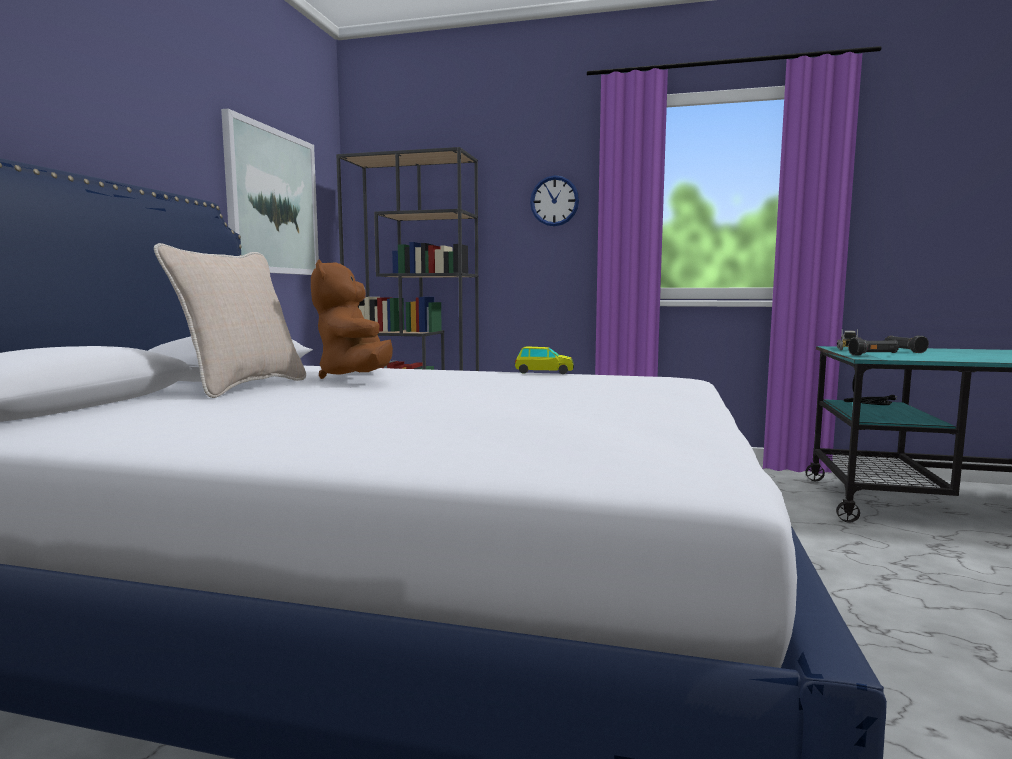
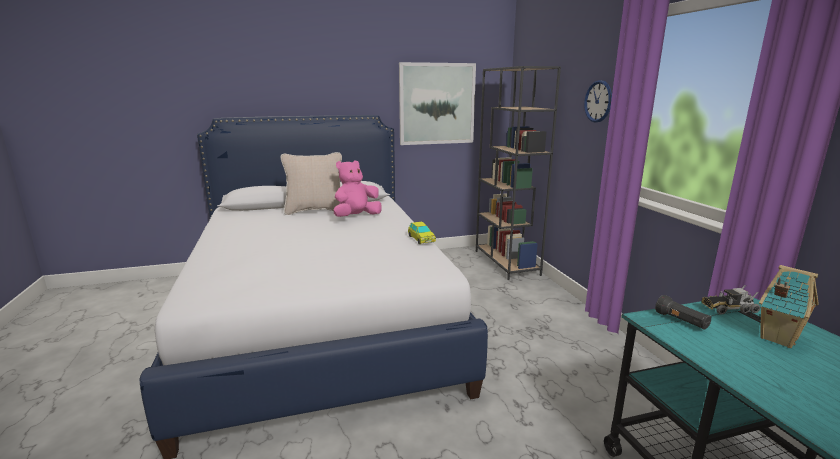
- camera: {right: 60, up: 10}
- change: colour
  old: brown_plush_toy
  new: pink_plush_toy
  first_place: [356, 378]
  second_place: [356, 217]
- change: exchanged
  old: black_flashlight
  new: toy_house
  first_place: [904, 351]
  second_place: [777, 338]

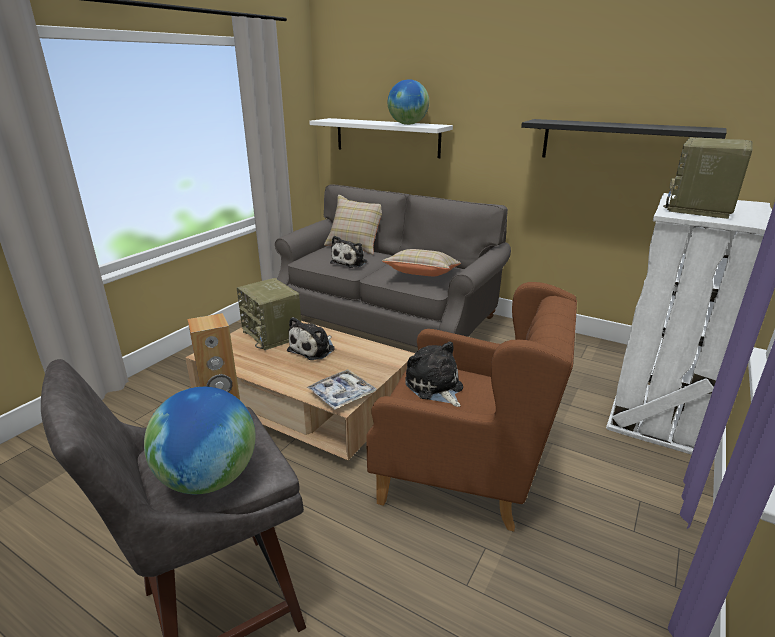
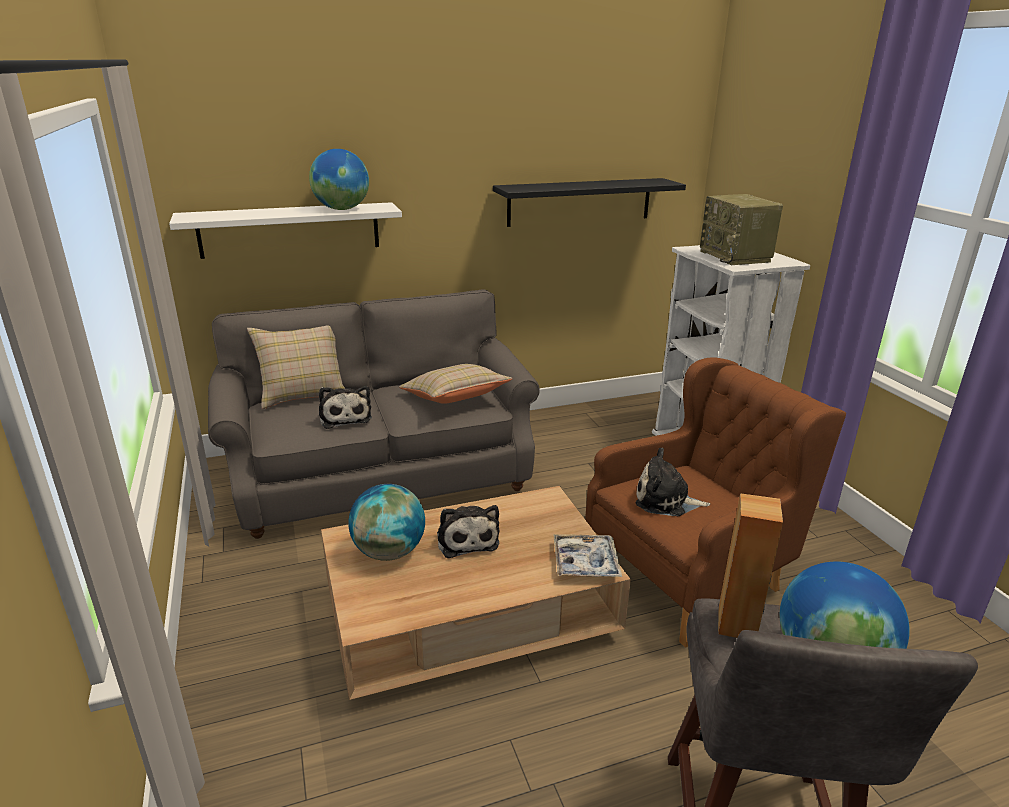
- camera: {right: -50, up: 0}
- change: exchanged
  old: radio
  new: globe
  first_place: [273, 335]
  second_place: [389, 552]

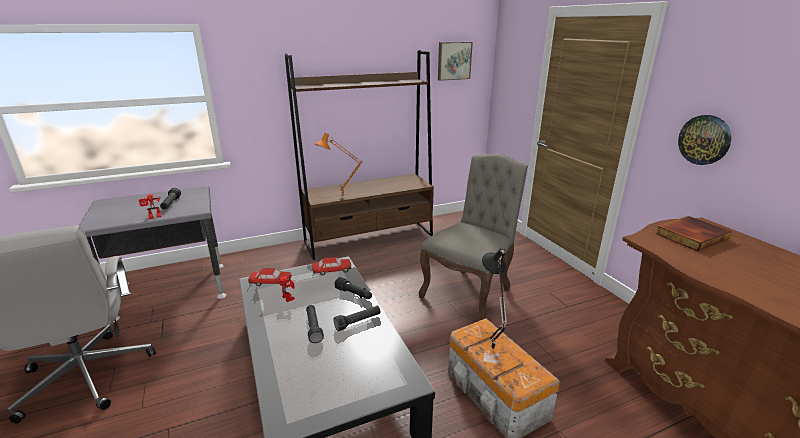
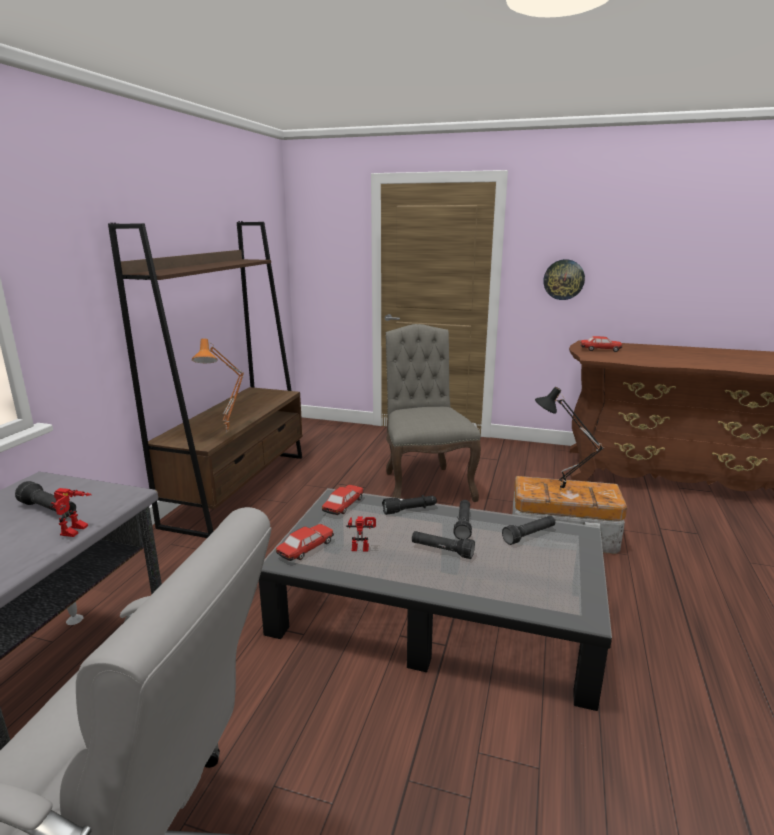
- camera: {right: -50, up: -5}
- change: missing
  old: picture
  first_place: [453, 60]
- change: exchanged
  old: book
  new: toy_car
  first_place: [690, 235]
  second_place: [600, 350]
- change: appeared
  new: black_flashlight
  second_place: [529, 535]

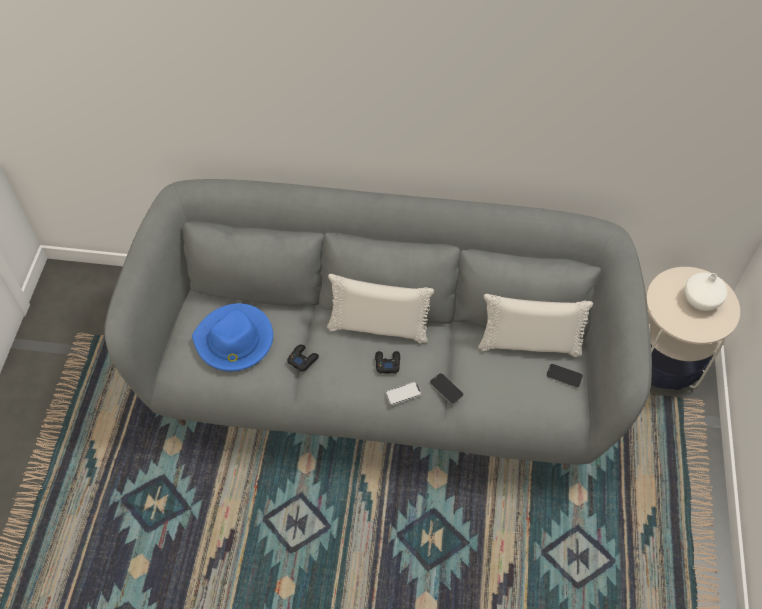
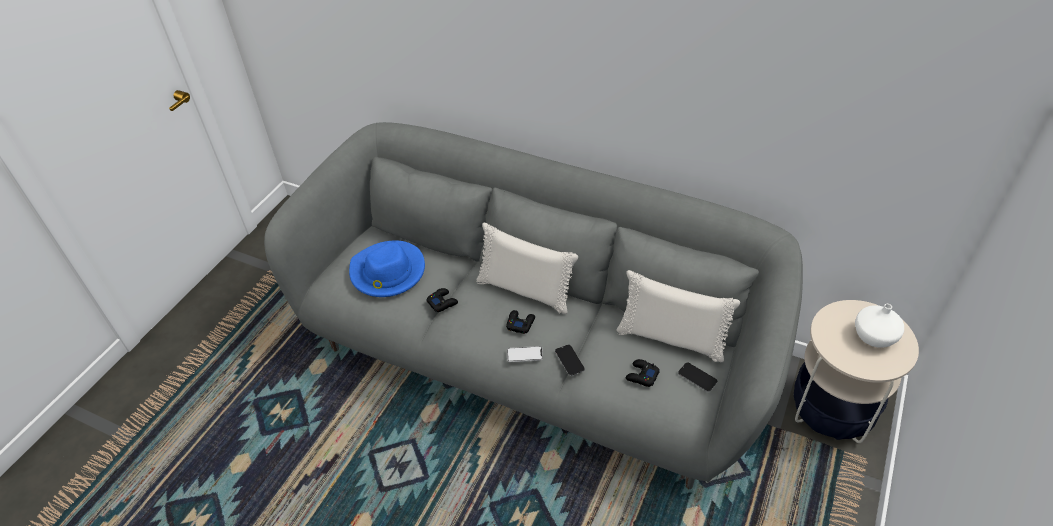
- camera: {right: 20, up: -10}
- change: appeared
  new: black_game_controller
  second_place: [641, 376]

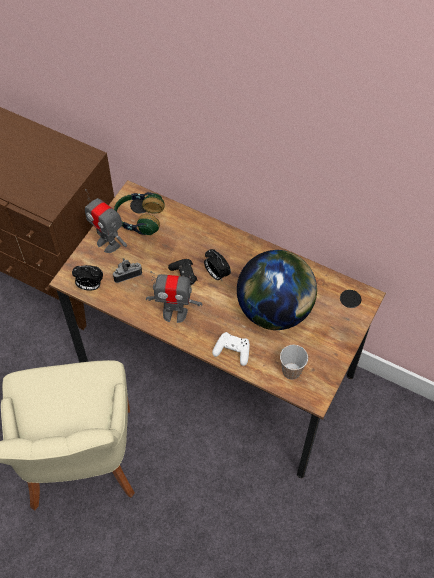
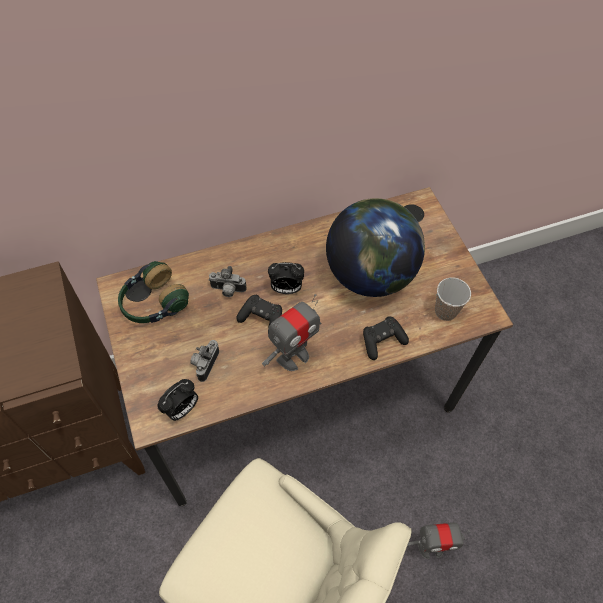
- camera: {right: -50, up: 0}
- change: relocated
  old: toy_robot
  first_place: [108, 243]
  second_place: [431, 547]
- change: colour
  old: white_game_controller
  new: black_game_controller
  first_place: [232, 351]
  second_place: [382, 341]
- change: appeared
  new: photo_camera
  second_place: [227, 290]

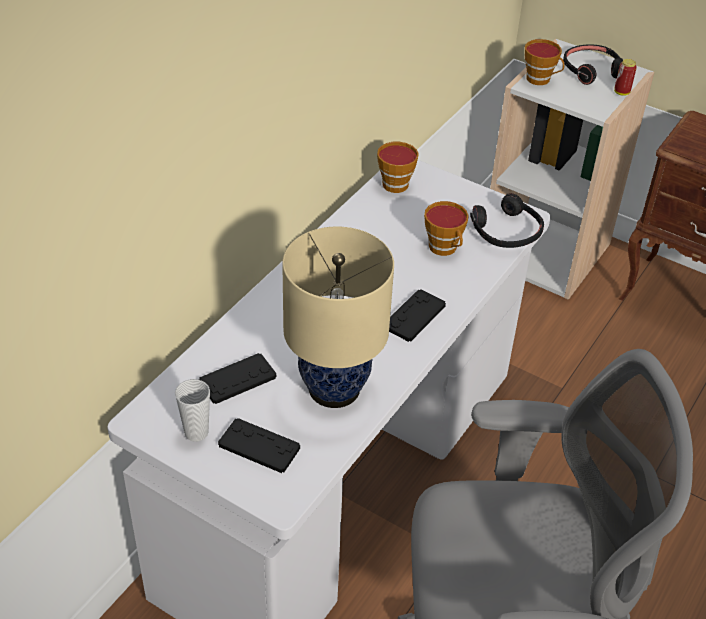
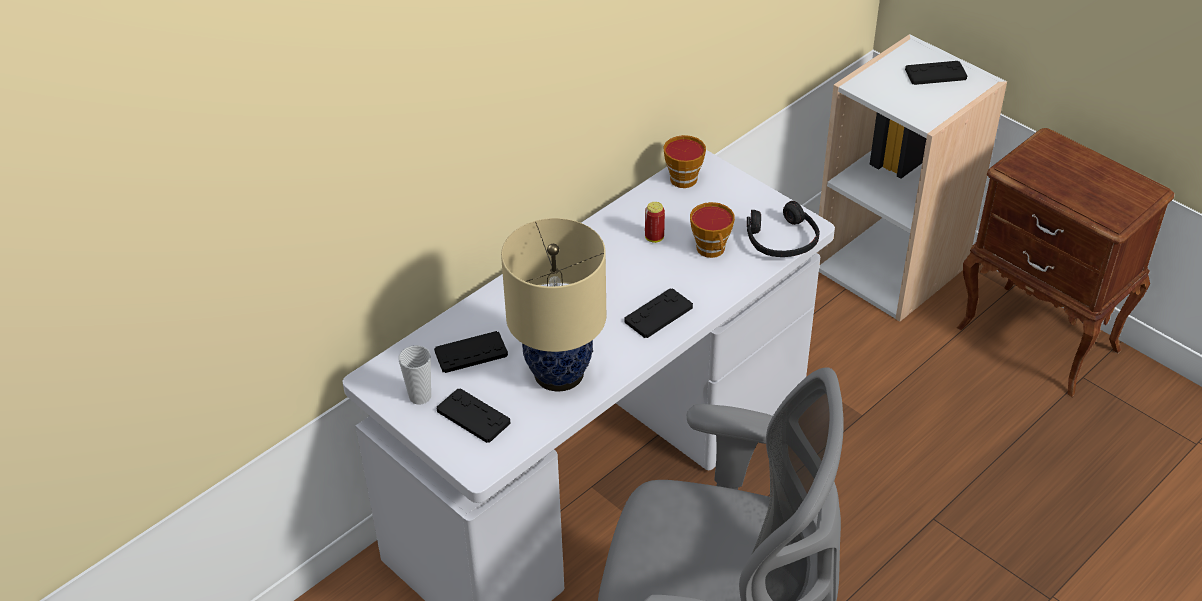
- camera: {right: 15, up: 0}
- change: missing
  old: cup
  first_place: [541, 80]
- change: exchanged
  old: black_headphones
  new: black_game_controller
  first_place: [591, 70]
  second_place: [935, 74]
- change: relocated
  old: can
  first_place: [621, 92]
  second_place: [654, 238]

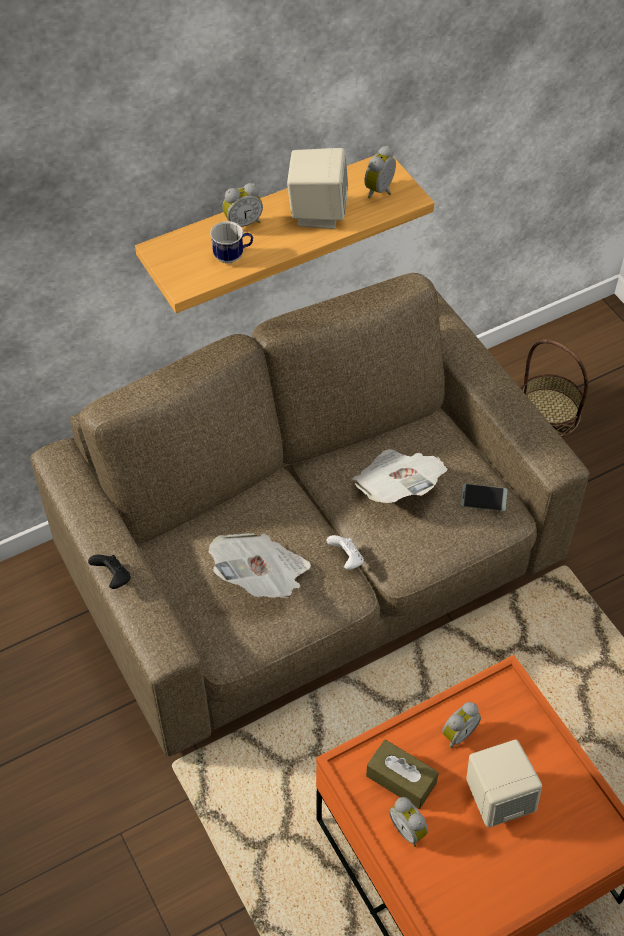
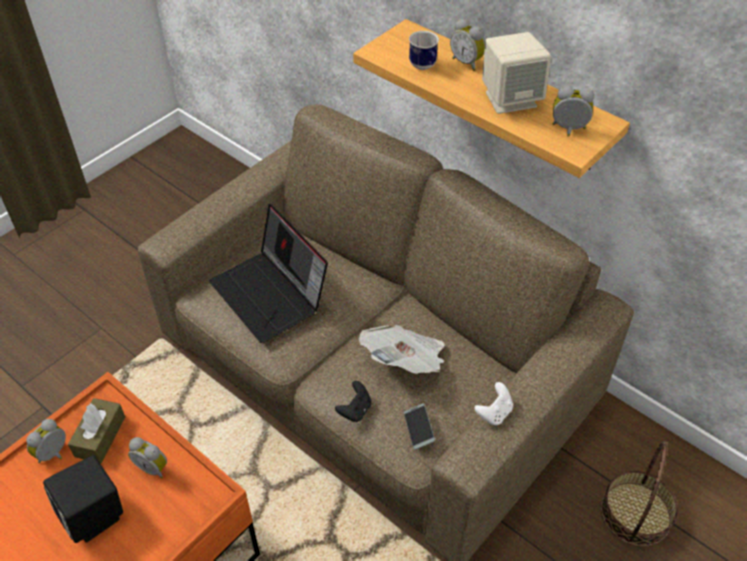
- camera: {right: 70, up: -5}
- change: relocated
  old: black_game_controller
  first_place: [113, 578]
  second_place: [355, 410]
- change: exchanged
  old: newspaper
  new: laptop
  first_place: [262, 578]
  second_place: [271, 295]
- change: relocated
  old: white_game_controller
  first_place: [346, 559]
  second_place: [494, 413]
- change: colour
  old: beige_speaker
  new: black_speaker
  first_place: [498, 798]
  second_place: [94, 515]

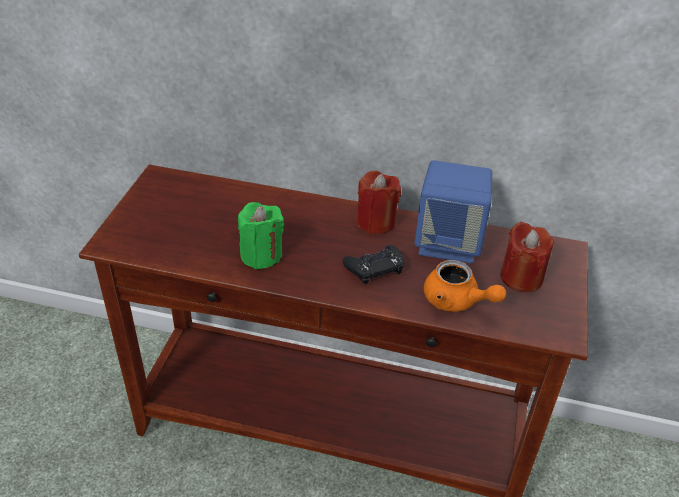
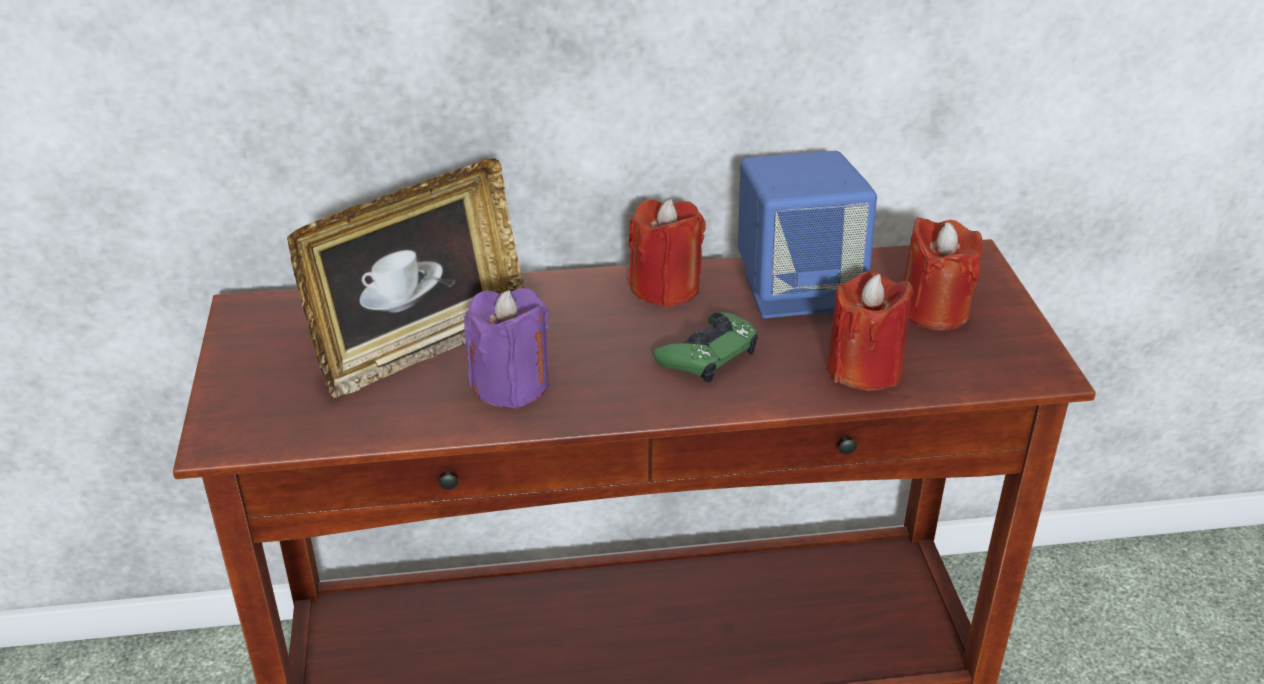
- camera: {right: -20, up: -5}
- change: colour
  old: green_candle
  new: purple_candle
  first_place: [261, 255]
  second_place: [510, 385]
- change: colour
  old: black_game_controller
  new: green_game_controller
  first_place: [374, 267]
  second_place: [707, 354]
- change: exchanged
  old: orange_teapot
  new: red_candle
  first_place: [456, 301]
  second_place: [864, 369]
- change: appeared
  new: picture_frame
  second_place: [421, 347]

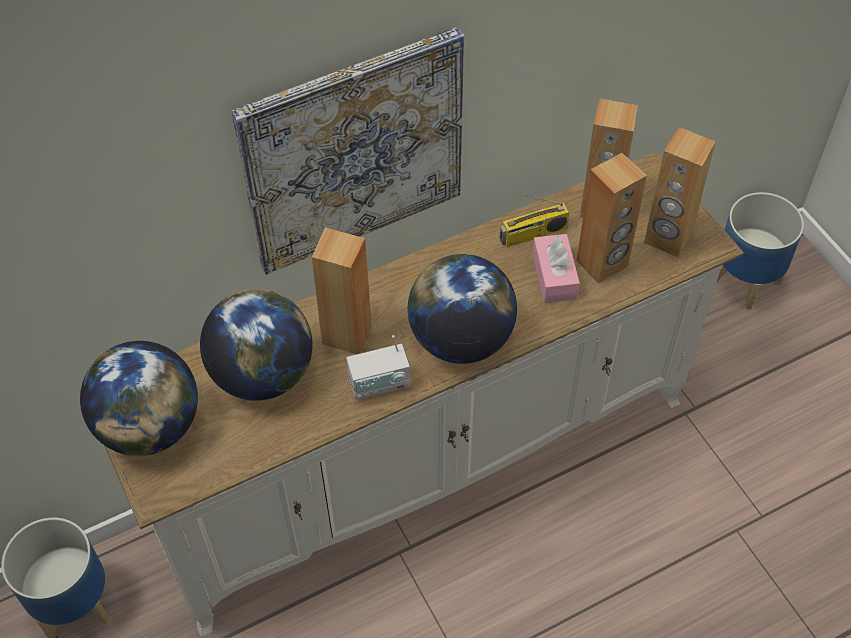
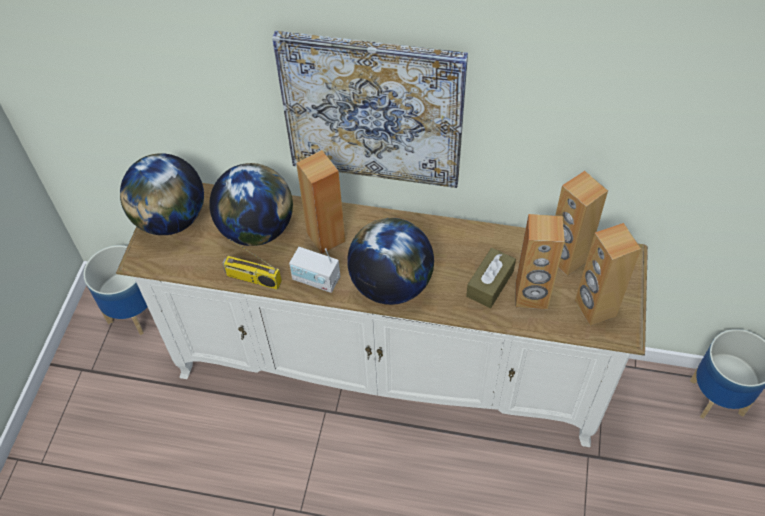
- camera: {right: 40, up: 0}
- change: relocated
  old: radio
  first_place: [533, 234]
  second_place: [252, 279]
- change: colour
  old: pink_tissue_box
  new: brown_tissue_box
  first_place: [554, 276]
  second_place: [490, 283]

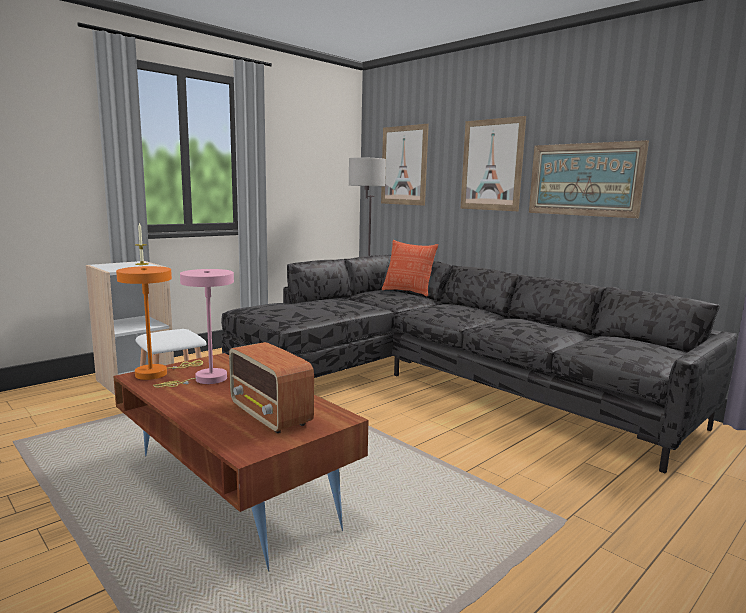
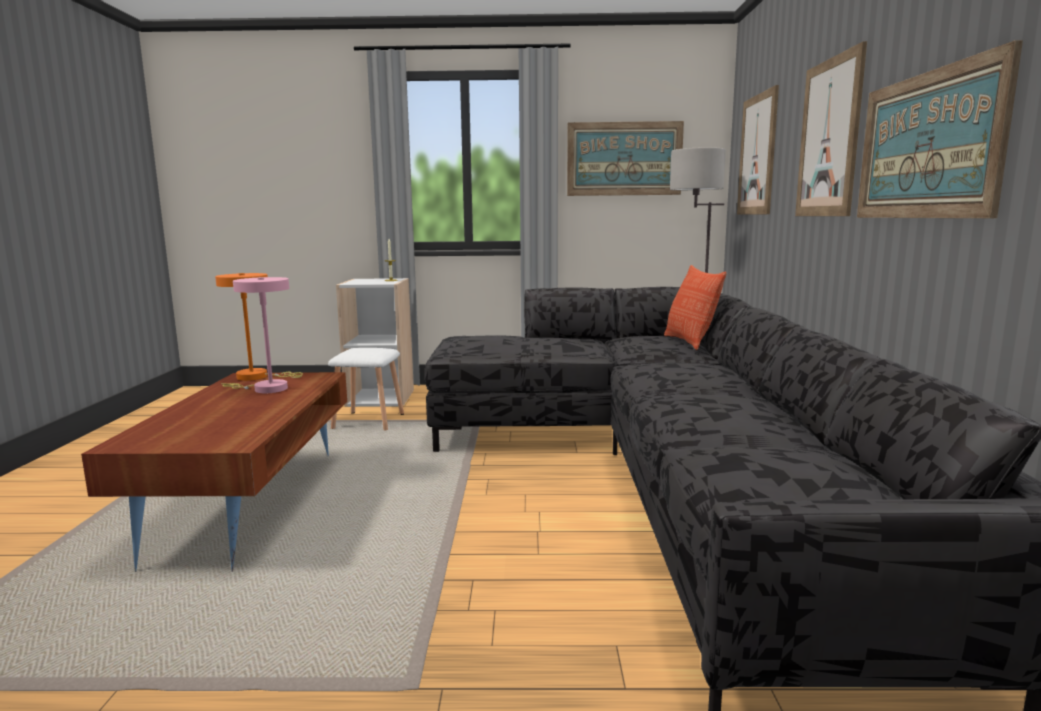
- camera: {right: 45, up: 0}
- change: missing
  old: radio
  first_place: [270, 415]
- change: appeared
  new: picture
  second_place: [624, 159]

